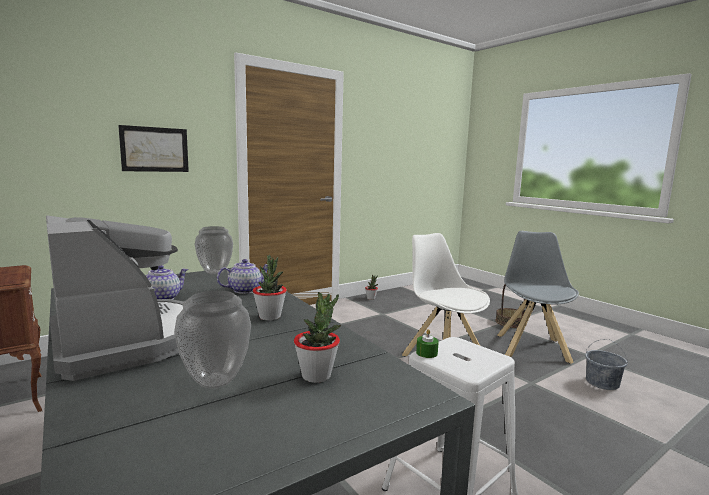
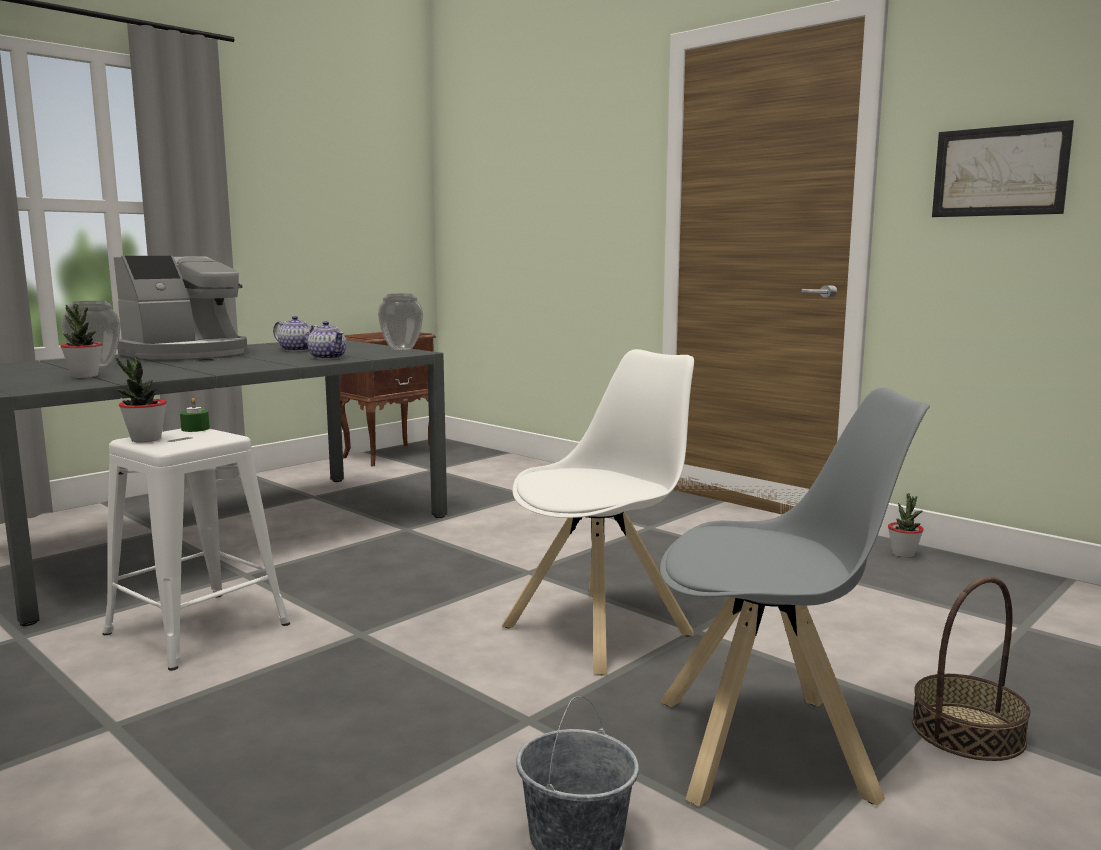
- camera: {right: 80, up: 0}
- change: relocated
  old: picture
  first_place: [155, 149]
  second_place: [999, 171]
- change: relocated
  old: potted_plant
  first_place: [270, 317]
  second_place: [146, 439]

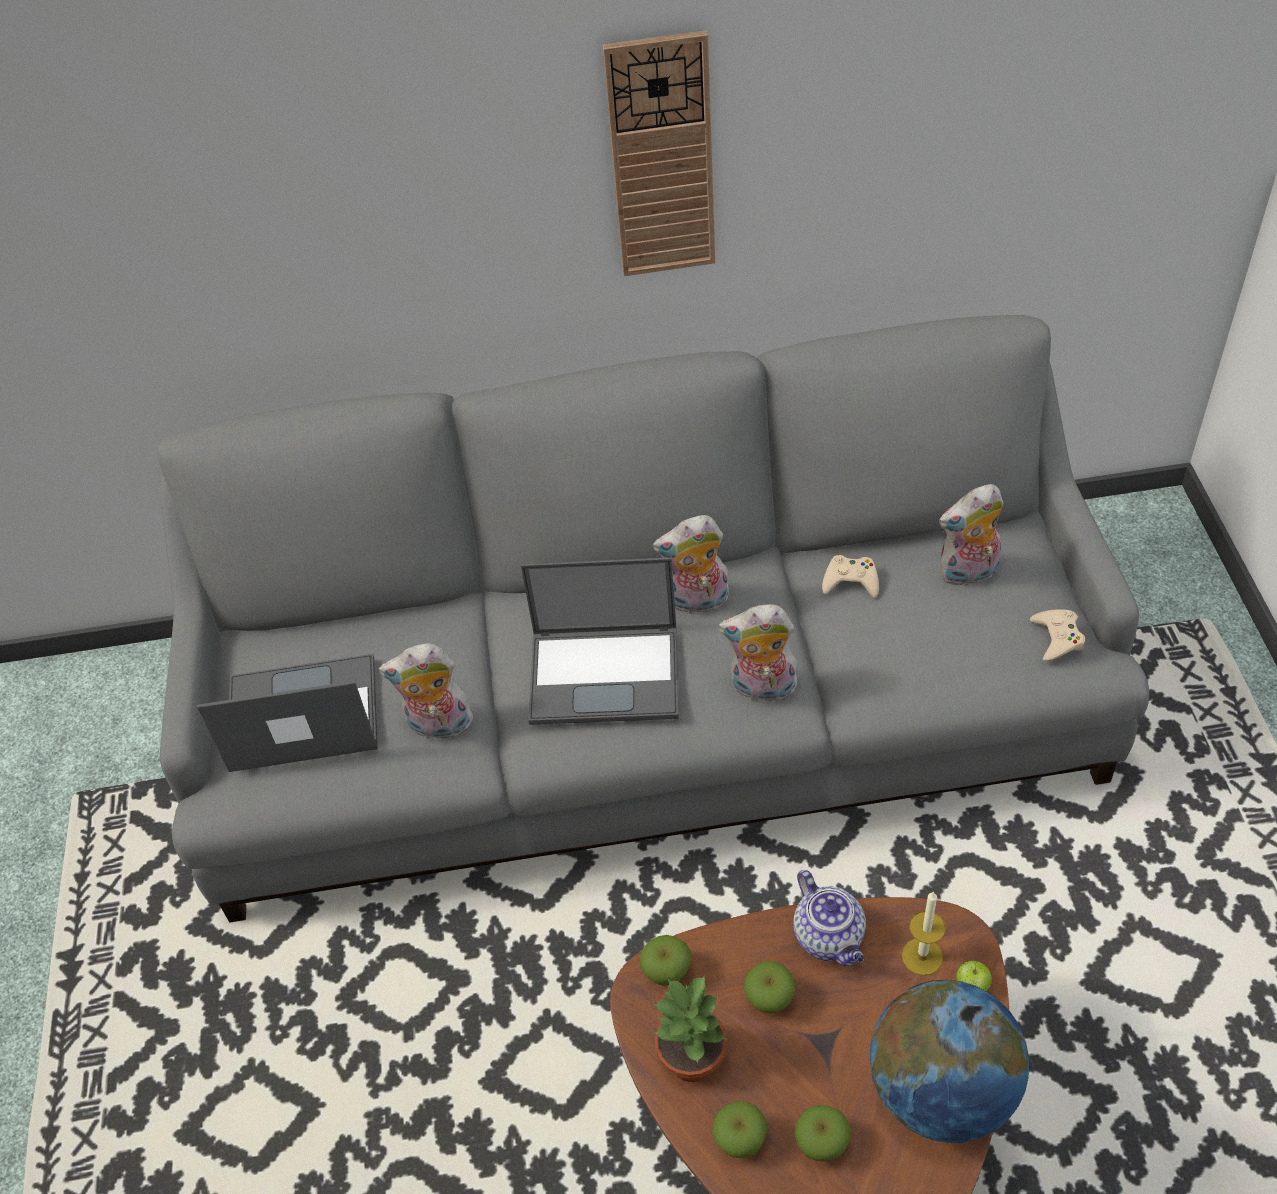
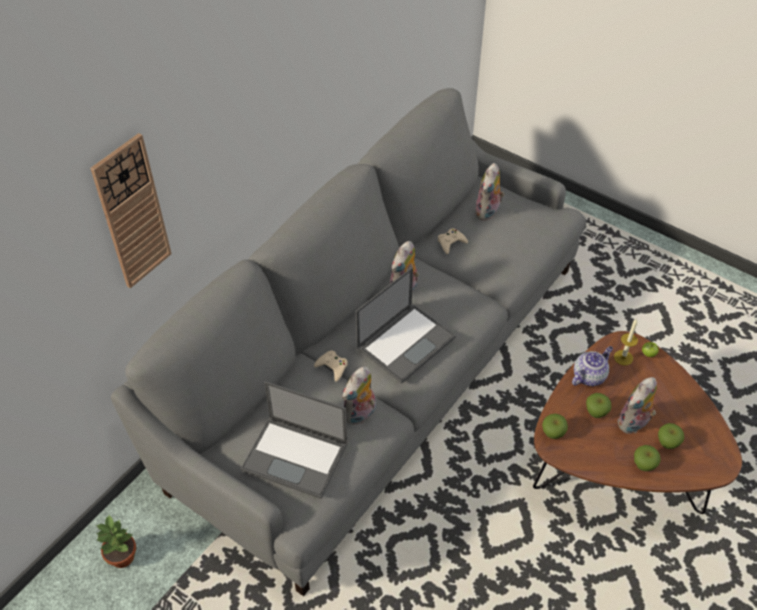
- camera: {right: -50, up: 0}
- change: spun
  old: laptop
  first_place: [301, 715]
  second_place: [296, 456]
  degrees: -105
- change: relocated
  old: wall_clock
  first_place: [661, 158]
  second_place: [132, 213]
- change: relocated
  old: potted_plant
  first_place: [692, 1056]
  second_place: [122, 556]
- change: relocated
  old: plush_toy
  first_place: [761, 689]
  second_place: [633, 424]
- change: spun
  old: teapot
  first_place: [830, 938]
  second_place: [589, 376]
  degrees: -60
- change: missing
  old: globe
  first_place: [942, 1091]
- change: relocated
  old: beige_game_controller
  first_place: [1057, 638]
  second_place: [332, 367]

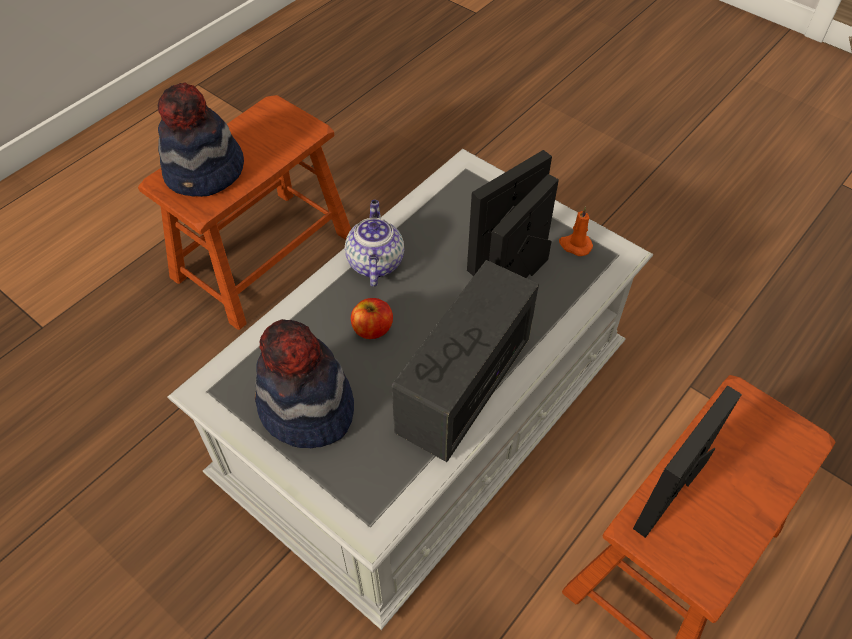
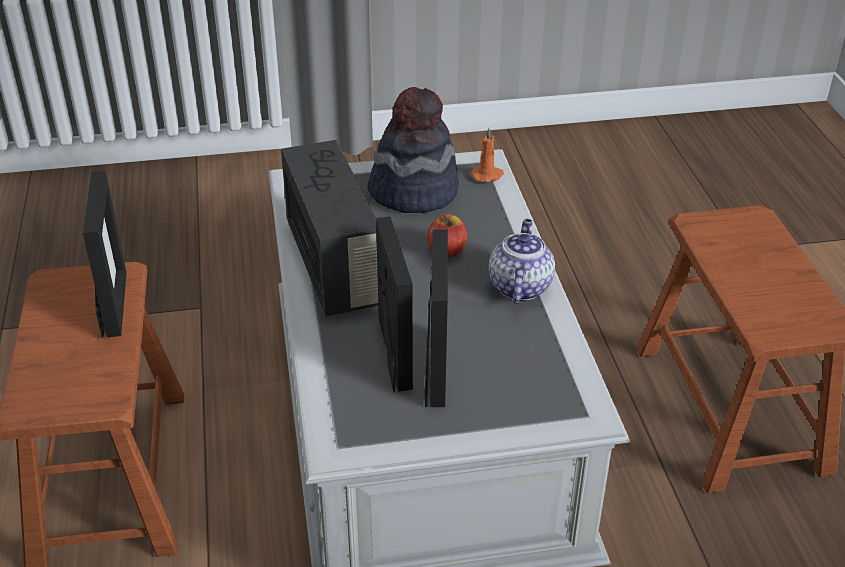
- camera: {right: 130, up: -15}
- change: missing
  old: hat
  first_place: [205, 173]
- change: spun
  old: teapot
  first_place: [375, 262]
  second_place: [519, 286]
  degrees: -120
- change: relocated
  old: orange_candle
  first_place: [575, 245]
  second_place: [487, 175]

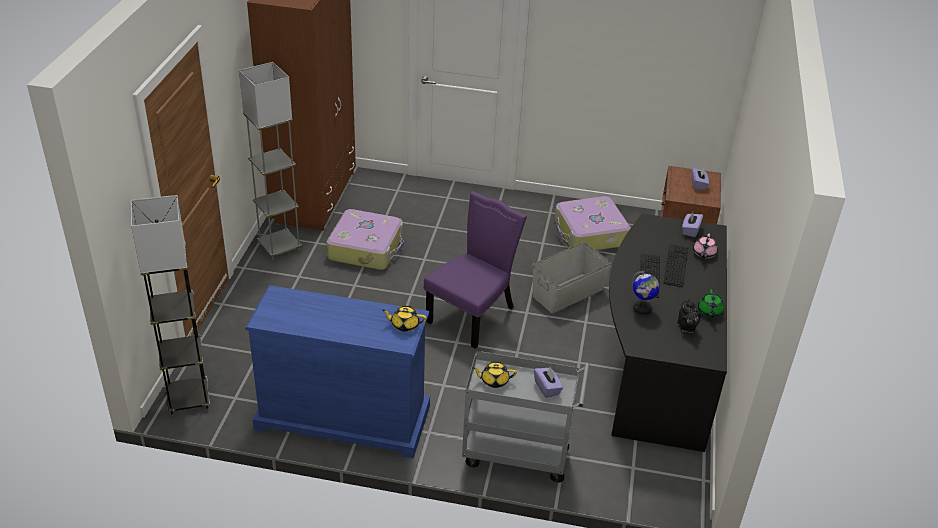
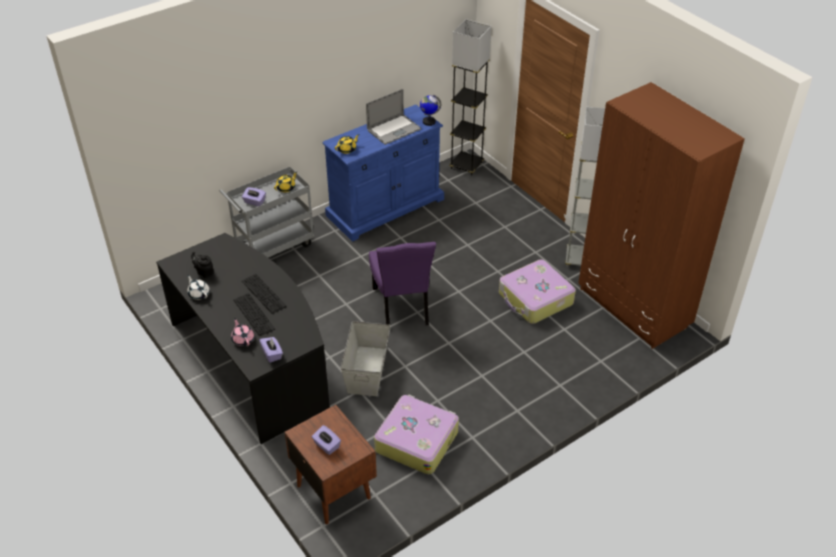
- camera: {right: 135, up: 5}
- change: relocated
  old: globe
  first_place: [642, 308]
  second_place: [429, 122]
- change: colour
  old: green_teapot
  new: white_teapot
  first_place: [709, 312]
  second_place: [199, 294]
- change: appeared
  new: laptop
  second_place: [394, 129]

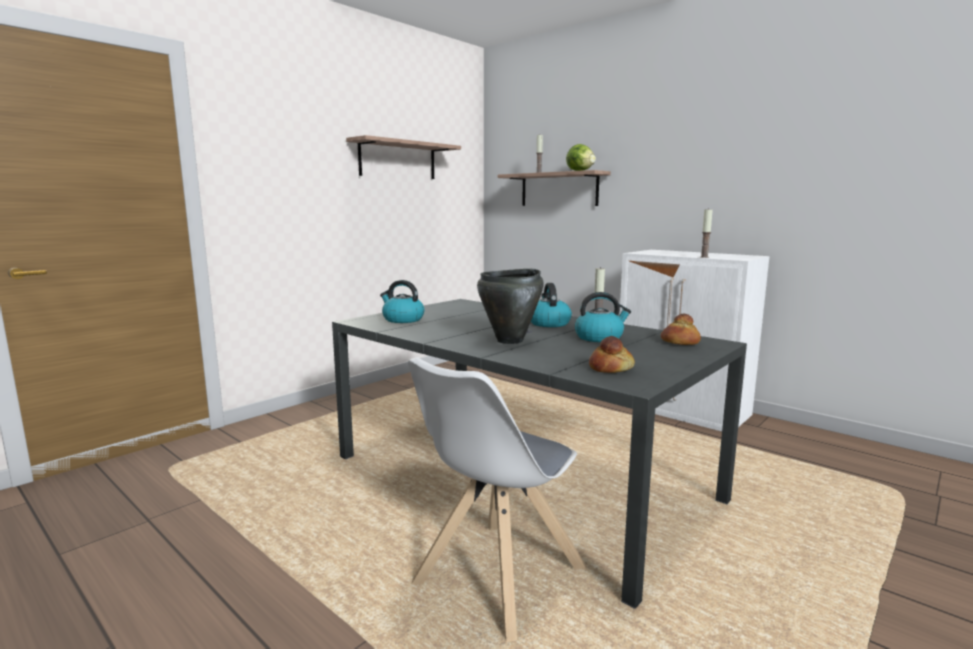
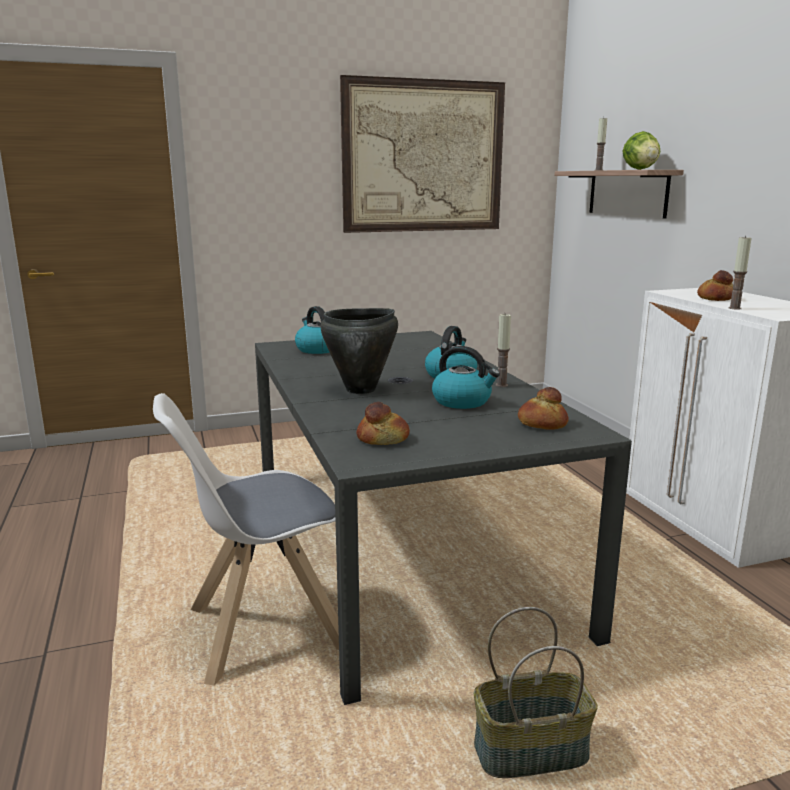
- camera: {right: 30, up: 5}
- change: exchanged
  old: shelf
  new: picture
  first_place: [398, 160]
  second_place: [423, 157]
- change: appeared
  new: basket
  second_place: [531, 750]
- change: appeared
  new: bread
  second_place: [716, 298]

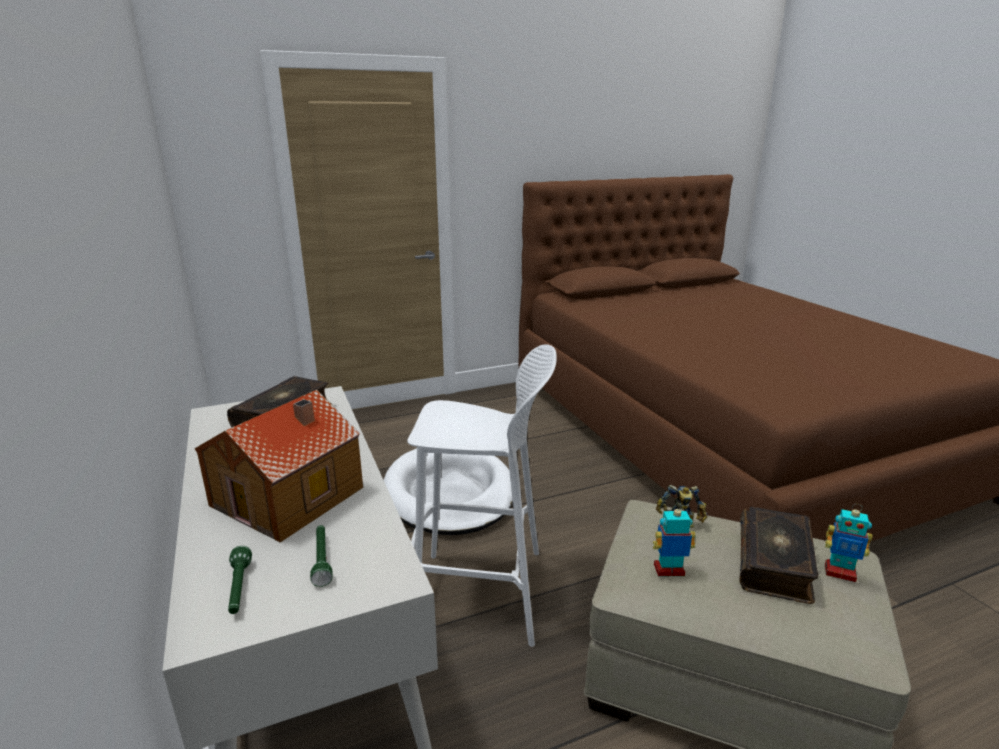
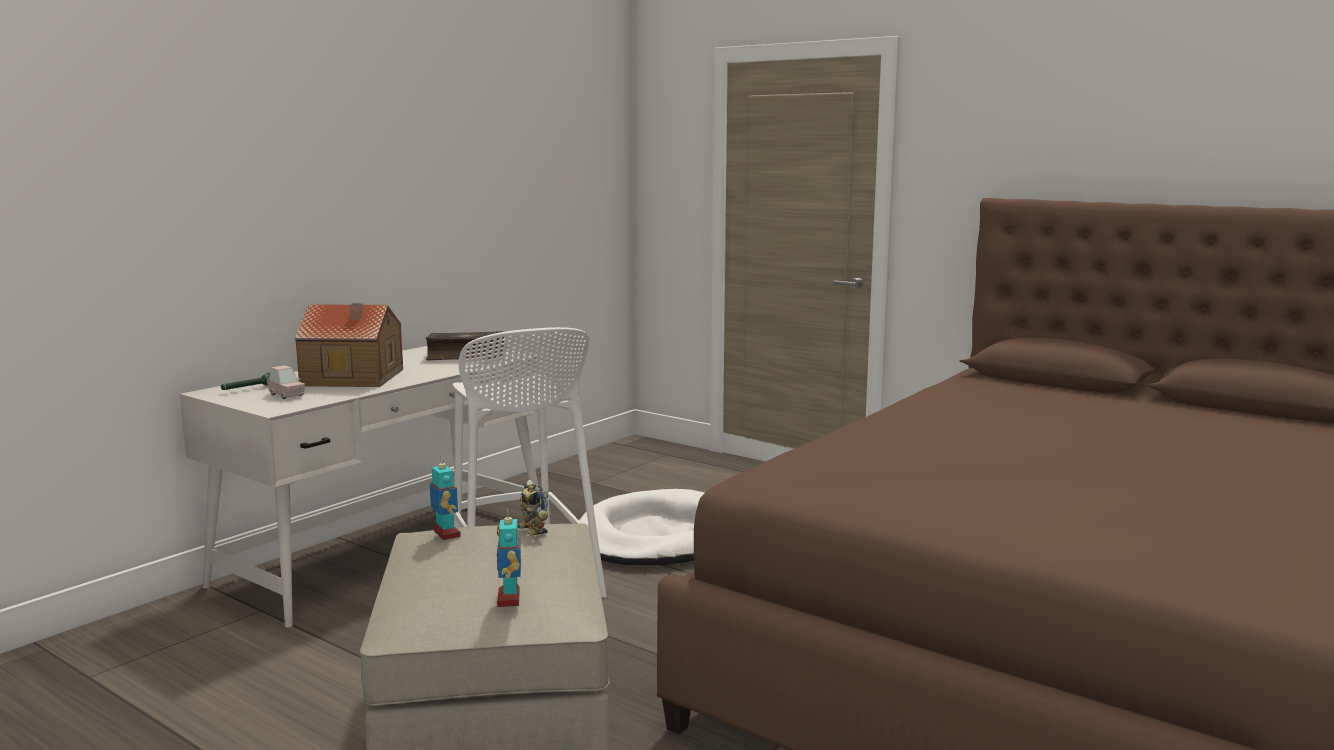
- camera: {right: 60, up: -10}
- change: exchanged
  old: green_flashlight
  new: pink_toy_car
  first_place: [322, 560]
  second_place: [286, 395]
- change: missing
  old: book
  first_place: [775, 564]

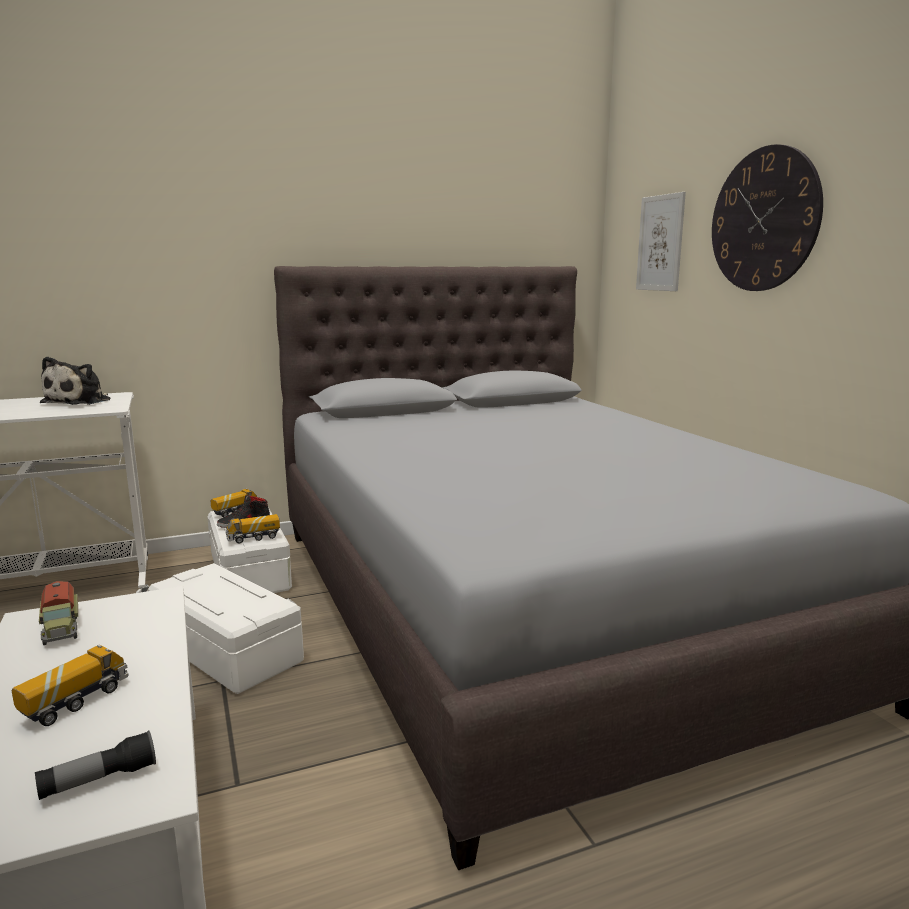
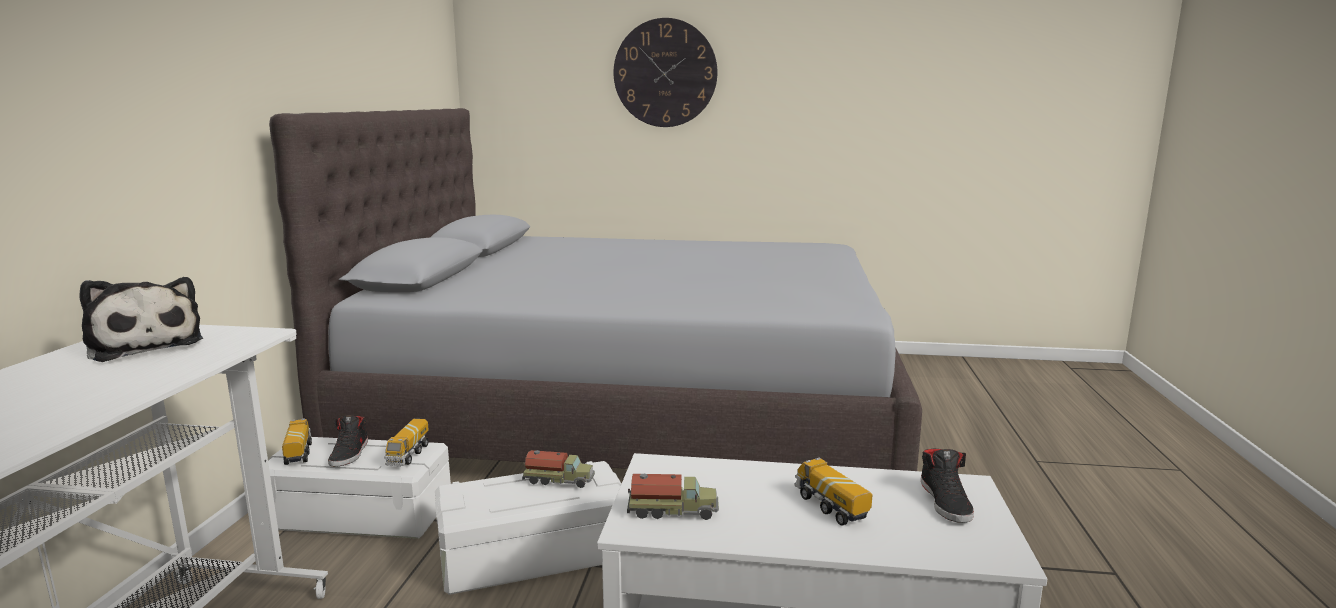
- camera: {right: -60, up: 0}
- change: exchanged
  old: flashlight
  new: black_shoe
  first_place: [99, 780]
  second_place: [946, 502]
- change: missing
  old: picture
  first_place: [660, 243]
- change: appeared
  new: toy_truck
  second_place: [559, 480]

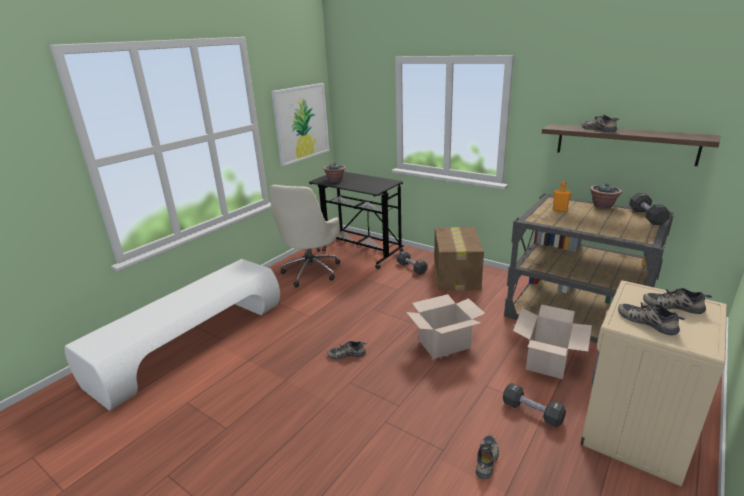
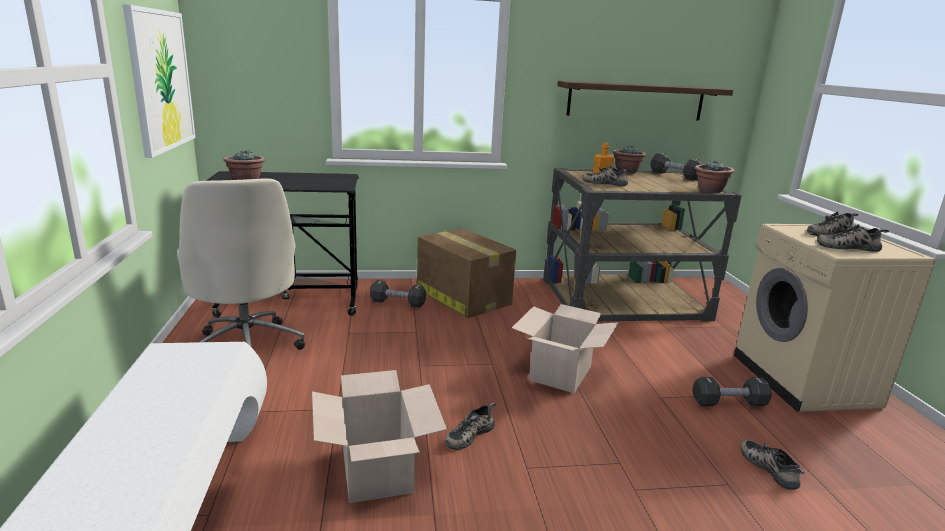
- camera: {right: -45, up: -5}
- change: relocated
  old: cardboard_box
  first_place: [546, 360]
  second_place: [376, 470]
- change: relocated
  old: shoe
  first_place: [599, 129]
  second_place: [605, 183]
- change: appeared
  new: potted_plant
  second_place: [710, 190]

